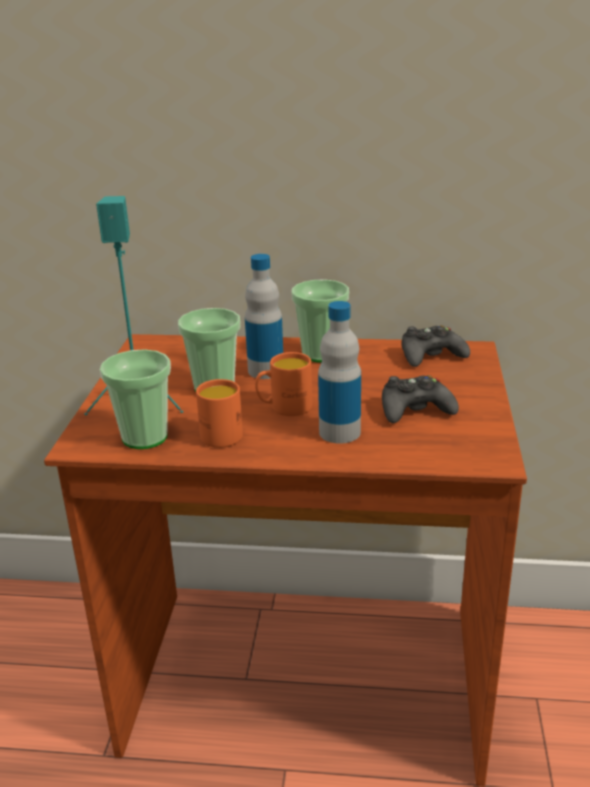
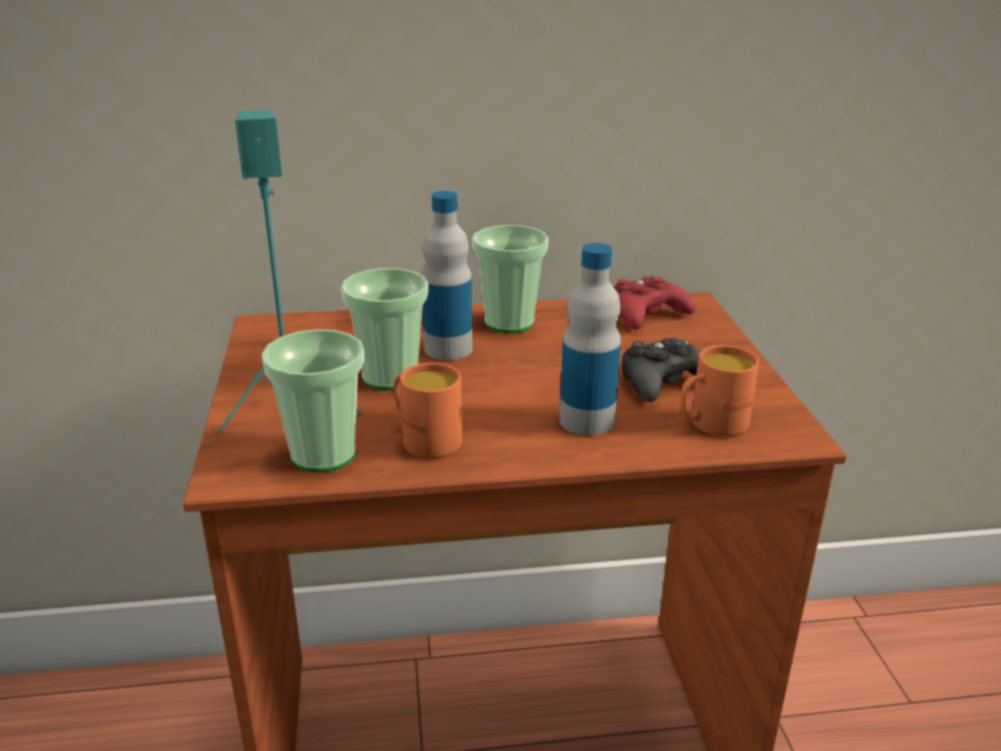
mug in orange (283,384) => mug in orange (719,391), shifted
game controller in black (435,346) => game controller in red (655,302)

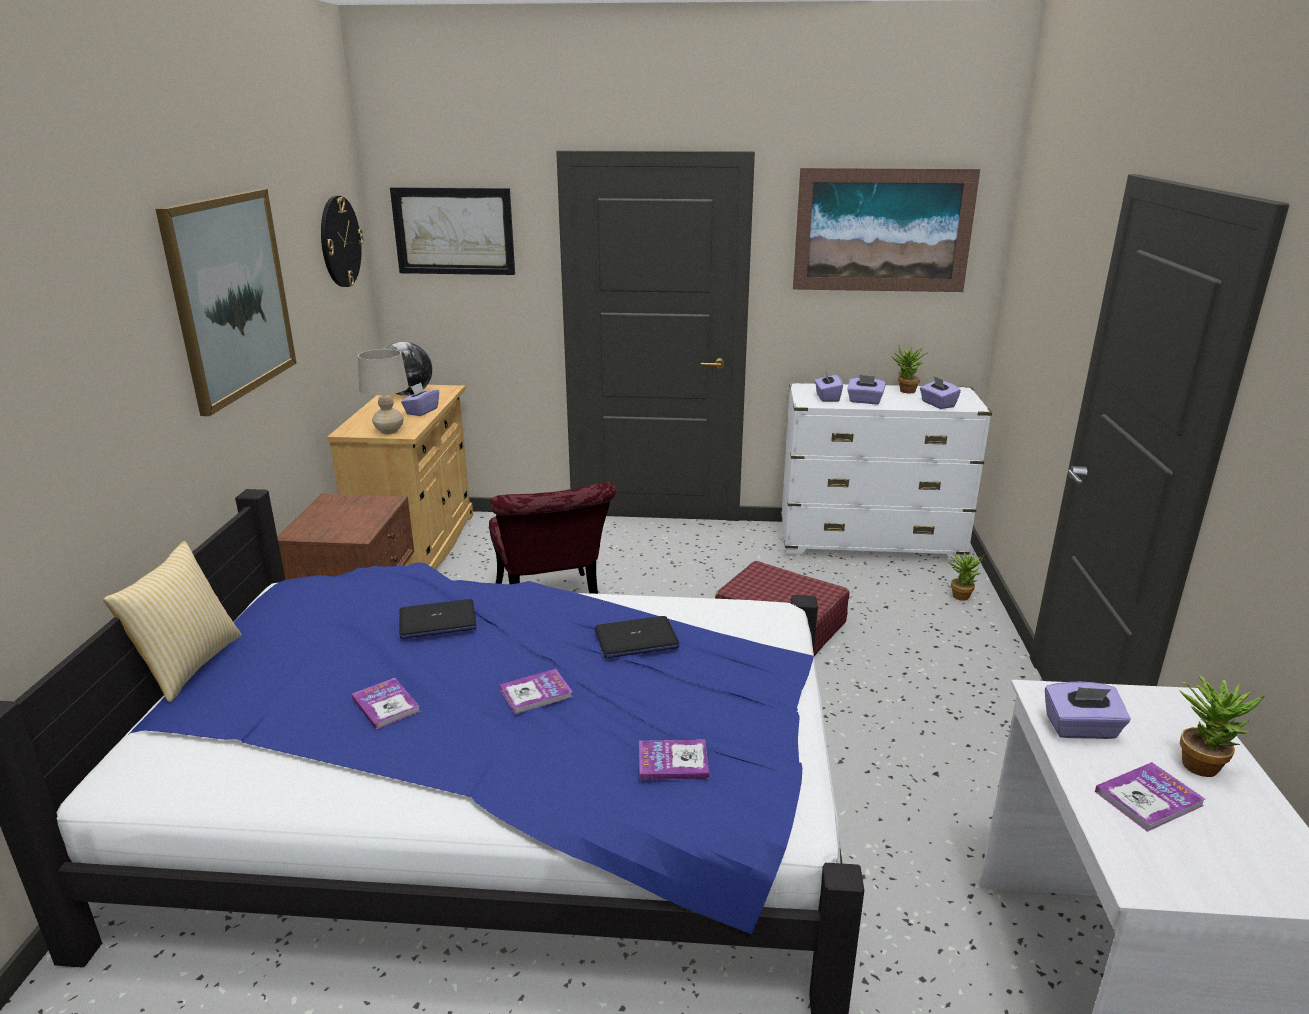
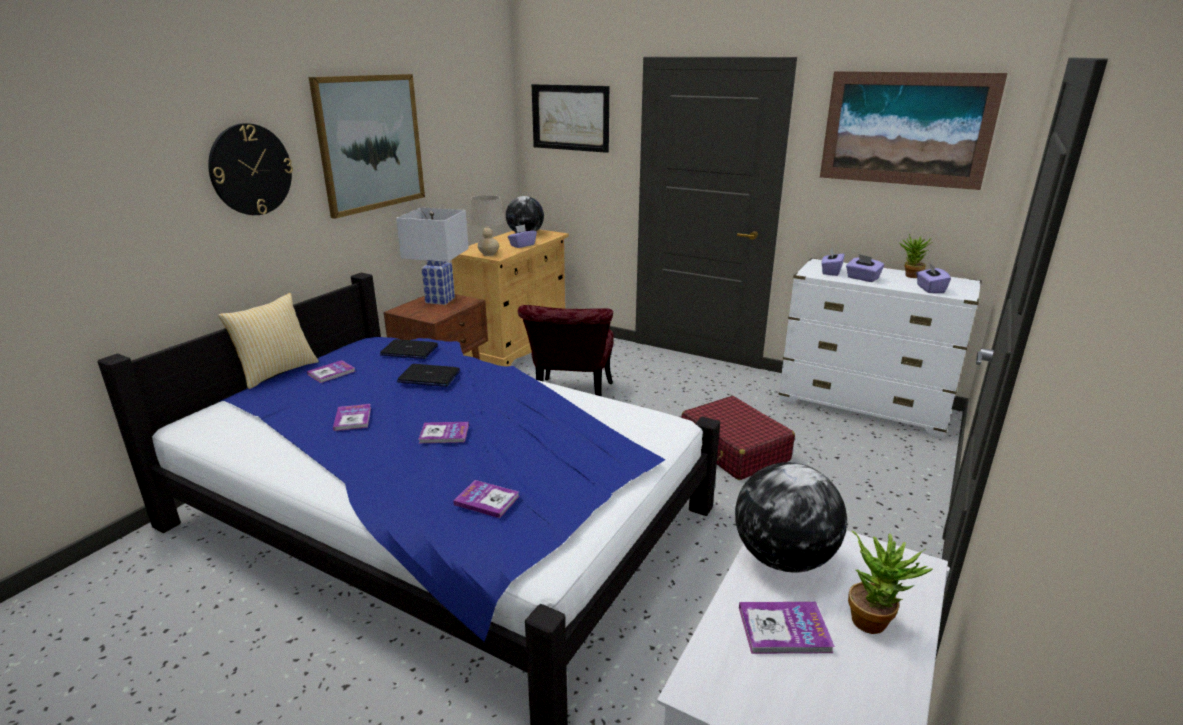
wall clock (342,241) => wall clock (250,169), shifted
laptop (636,637) => laptop (409,349), shifted
potted plant (966,576) => nothing
tissue box in purple (1088,710) => globe (791,517)
nothing => book (331,371)
nothing => table lamp in white (432,256)

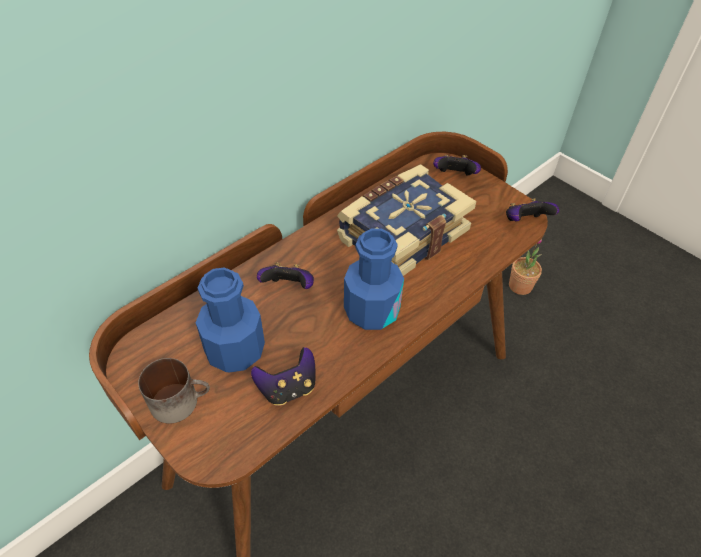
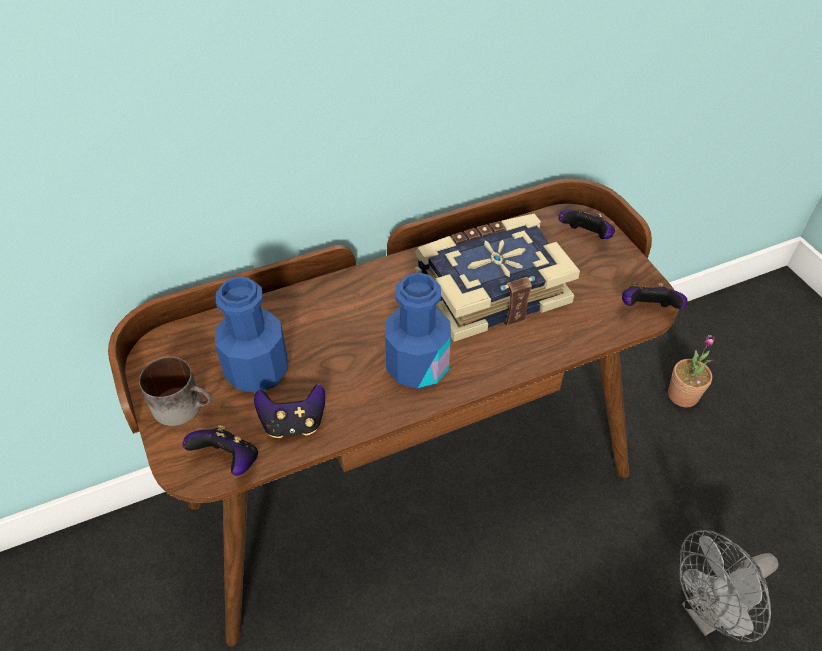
game controller (285,275) => game controller (220,450), shifted
nothing => fan in grey (729,586)

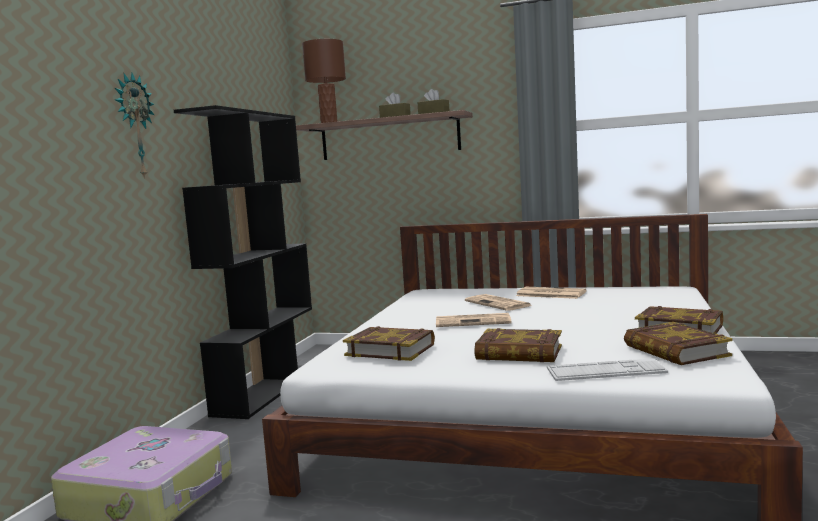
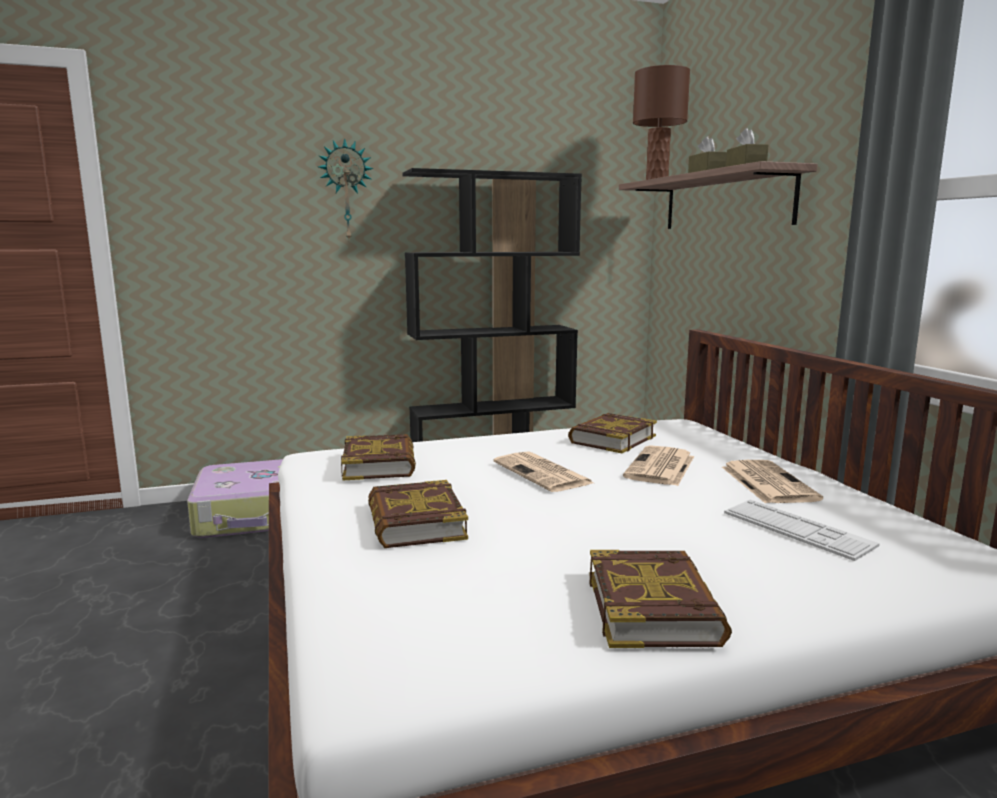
keyboard (607,369) => keyboard (802,530), shifted
book (678,343) => book (612,433), shifted

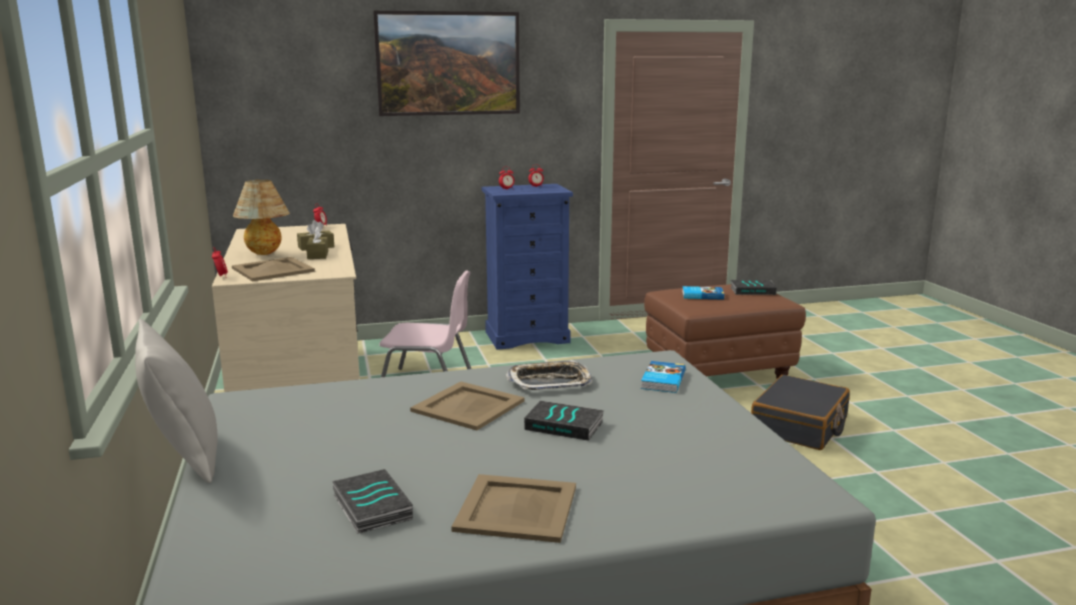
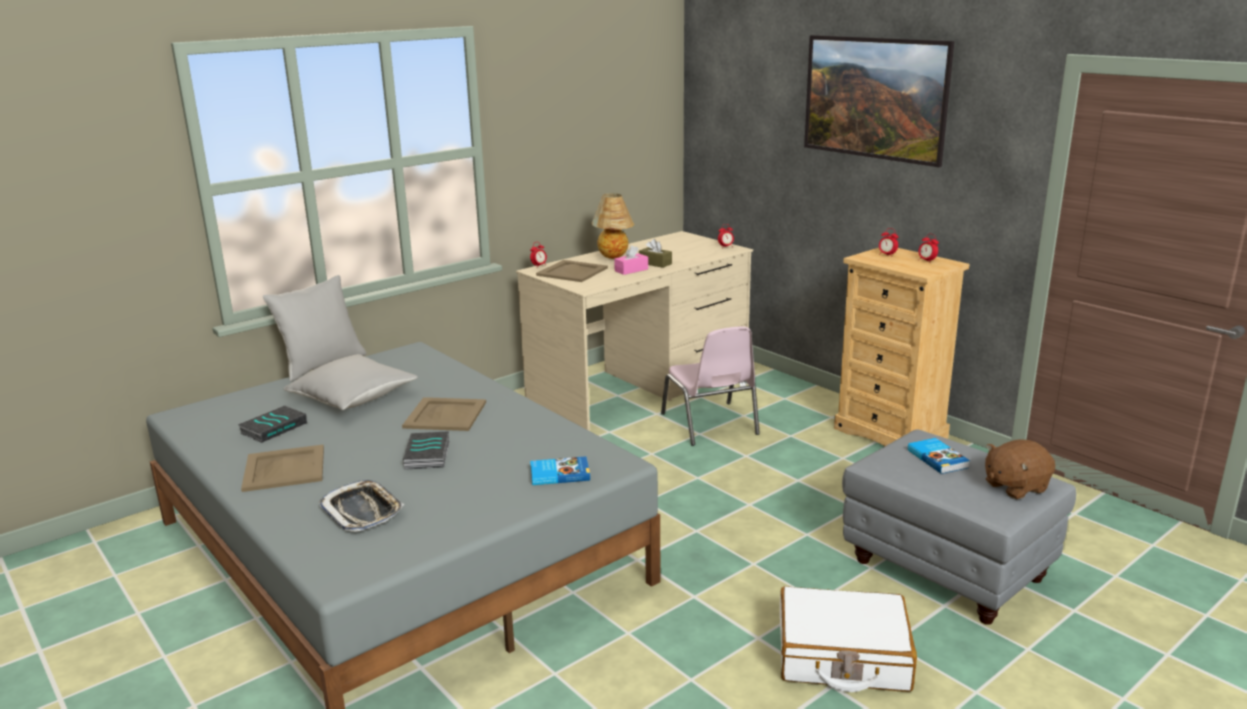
tissue box in brown (317,243) => tissue box in pink (631,260)
dresser in blue (527,267) => dresser in beige (901,347)
tray (549,375) => tray (362,506), shifted
ottoman in brown (725,331) => ottoman in grey (959,527)
book (753,287) => plush toy in brown (1020,469)
suitcase in black (800,412) => suitcase in white (848,639)
nothing => pillow in grey (350,382)

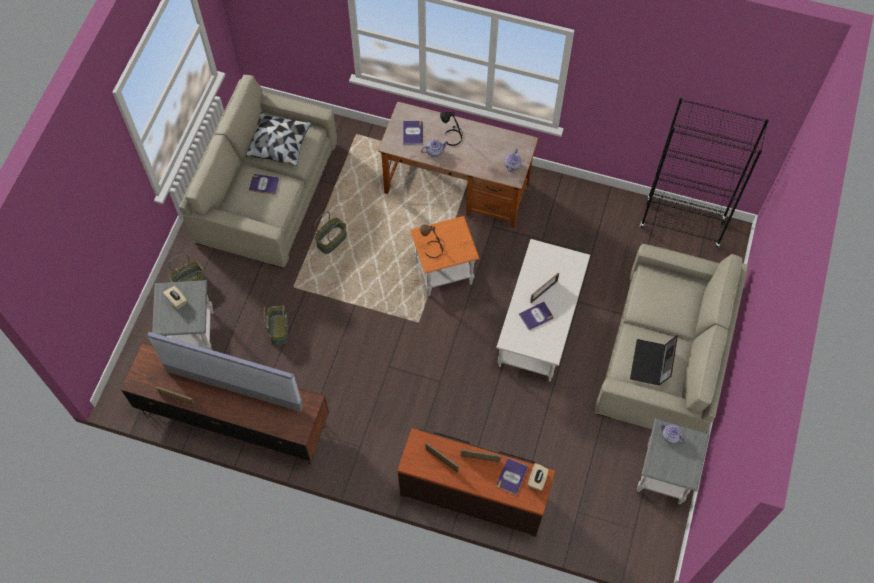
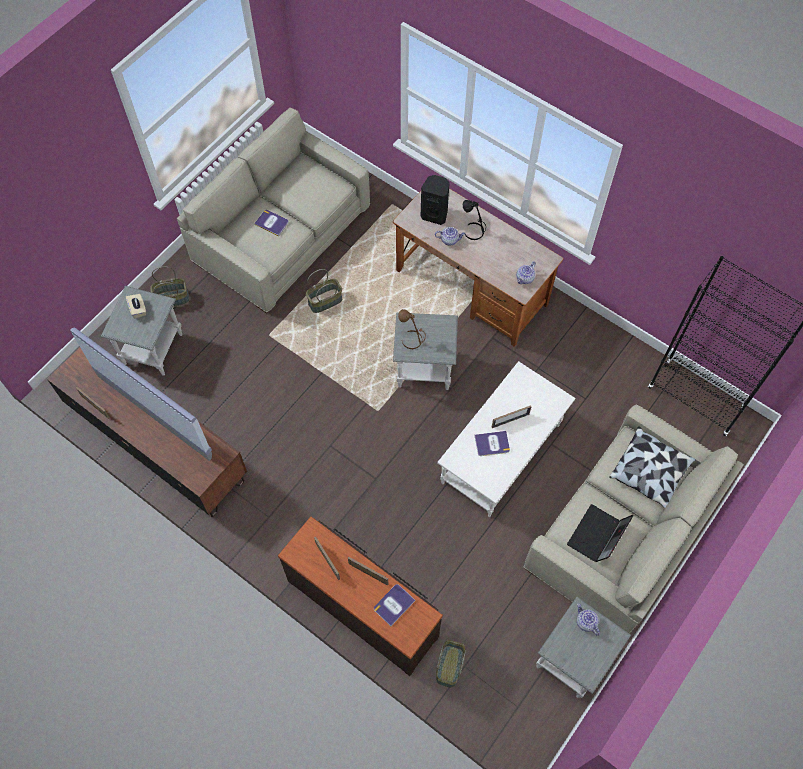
pillow (279,139) => pillow (652,467), shifted
basket (276,325) => basket (451,664), shifted
book (413,133) => speaker in black (435,200)
side table in orange (445,256) => side table in grey (425,351)
tissue box in beige (538,477) => nothing

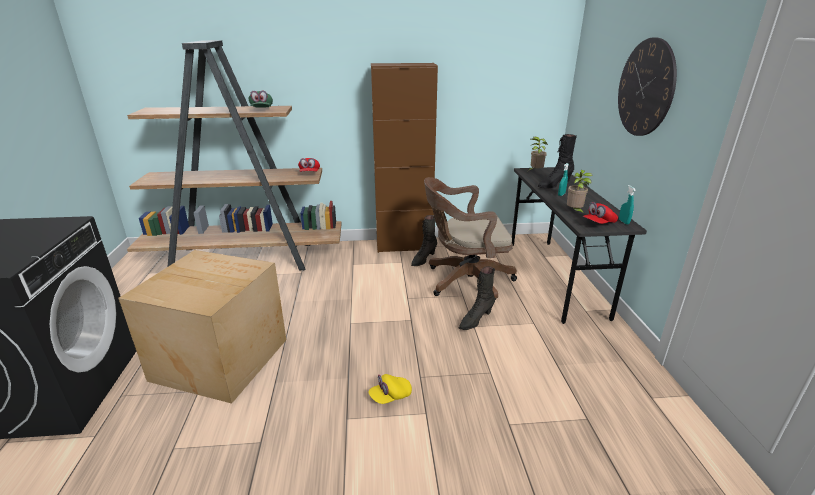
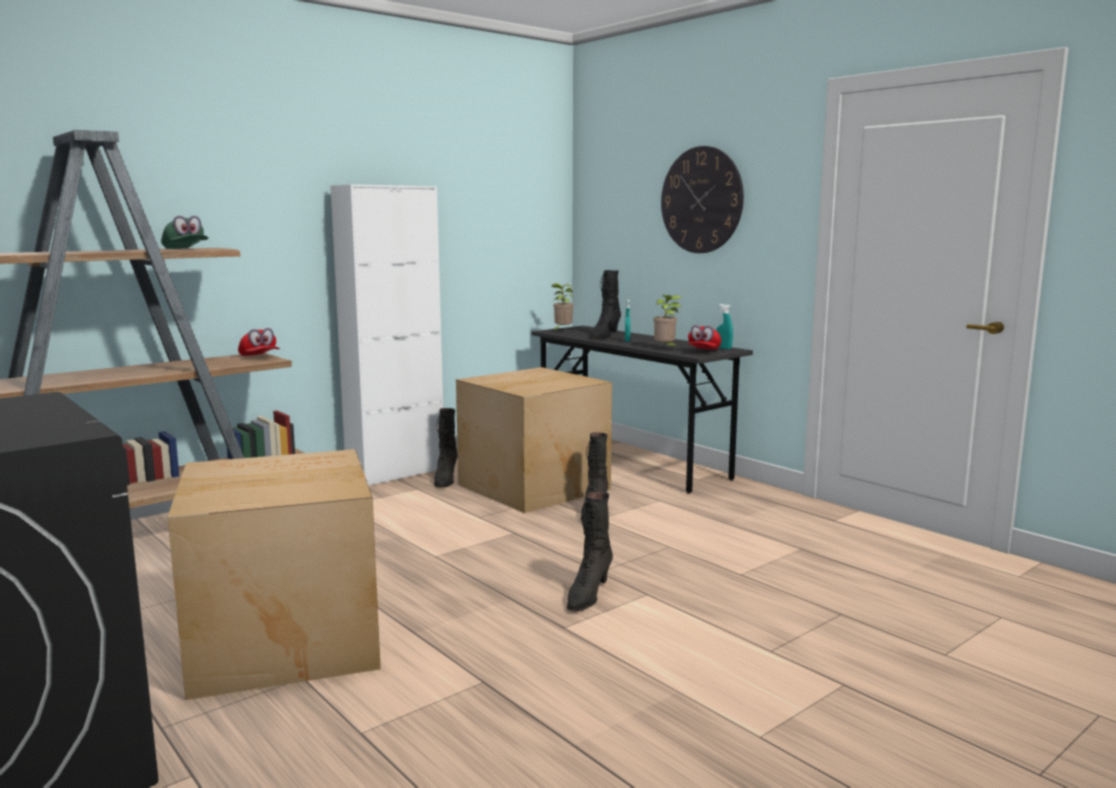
cap in yellow (390,389) => boot in black (590,551)
cabinet in brown (404,158) => cabinet in white (386,334)
office chair in brown (470,238) => cardboard box (534,440)

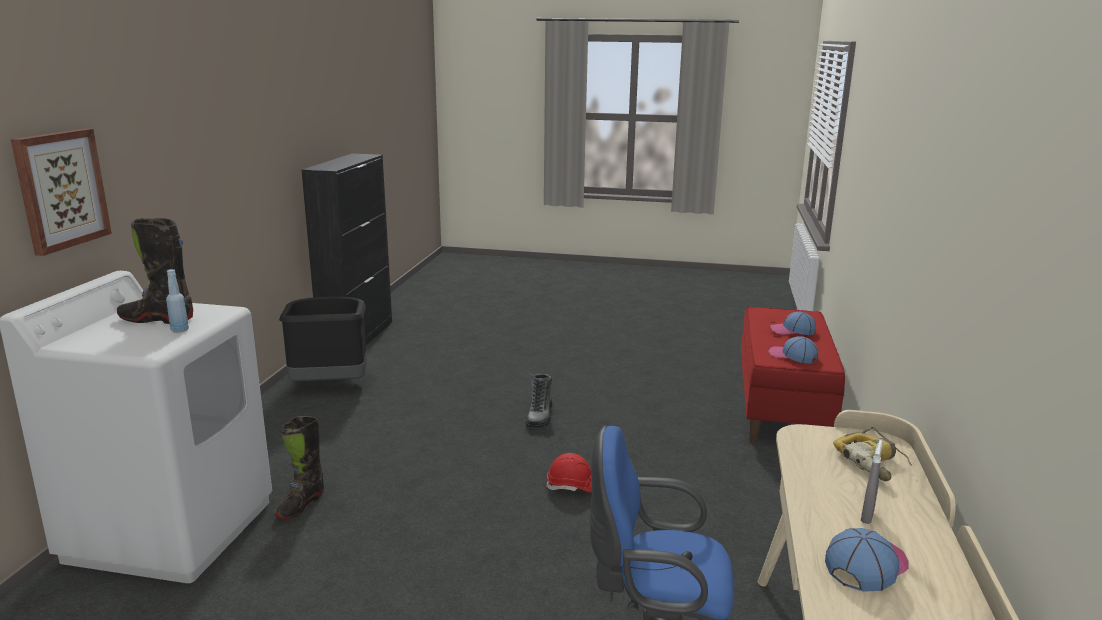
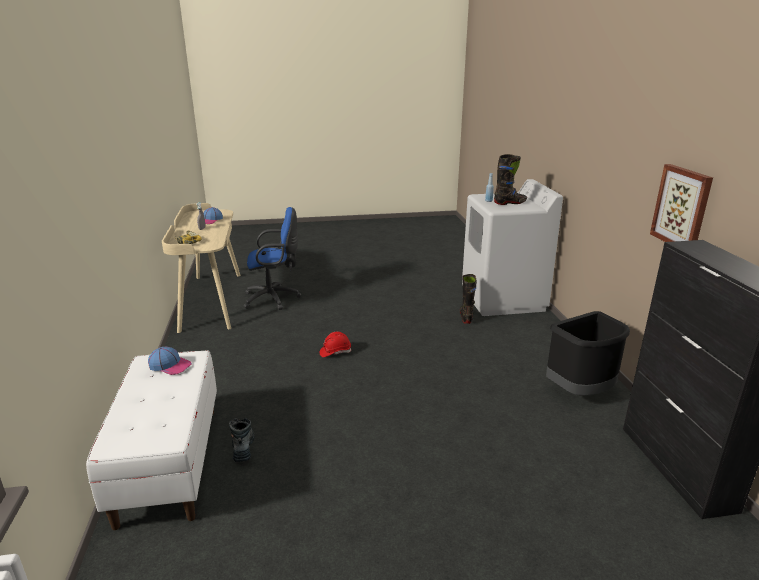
picture (61,192) => picture (681,203), shifted
boot (539,400) => boot (242,440), shifted
bench in red (793,375) => bench in white (151,440)
cap (793,323) => nothing

